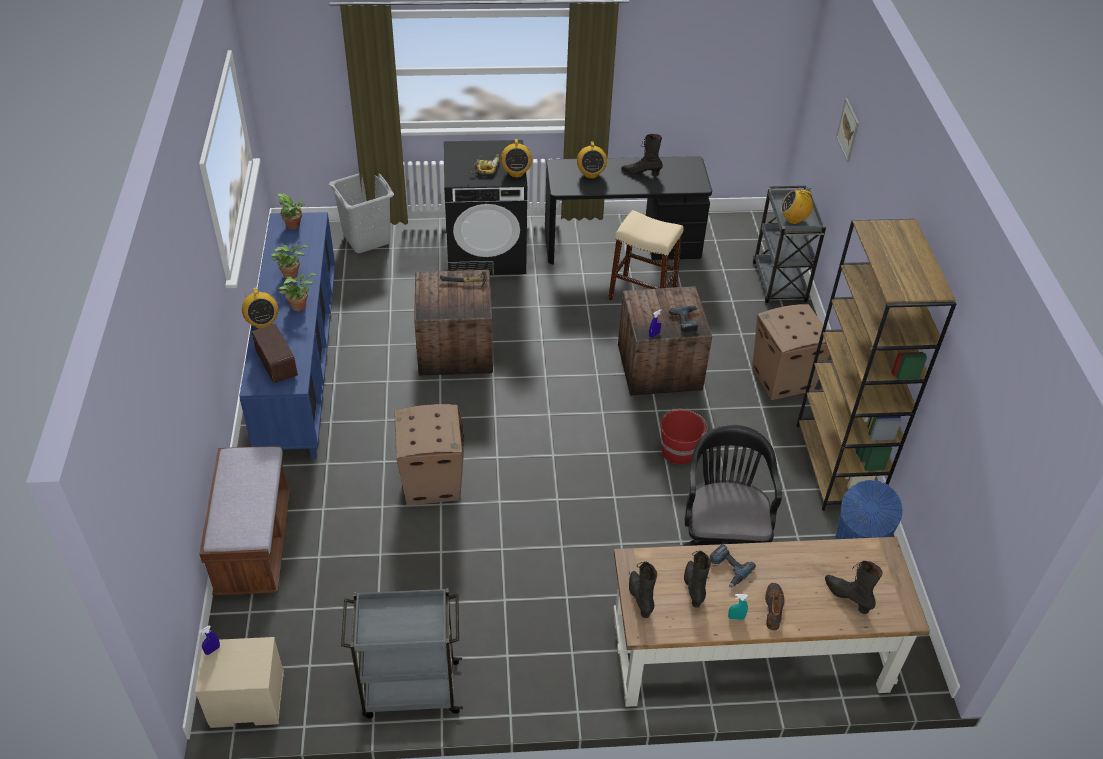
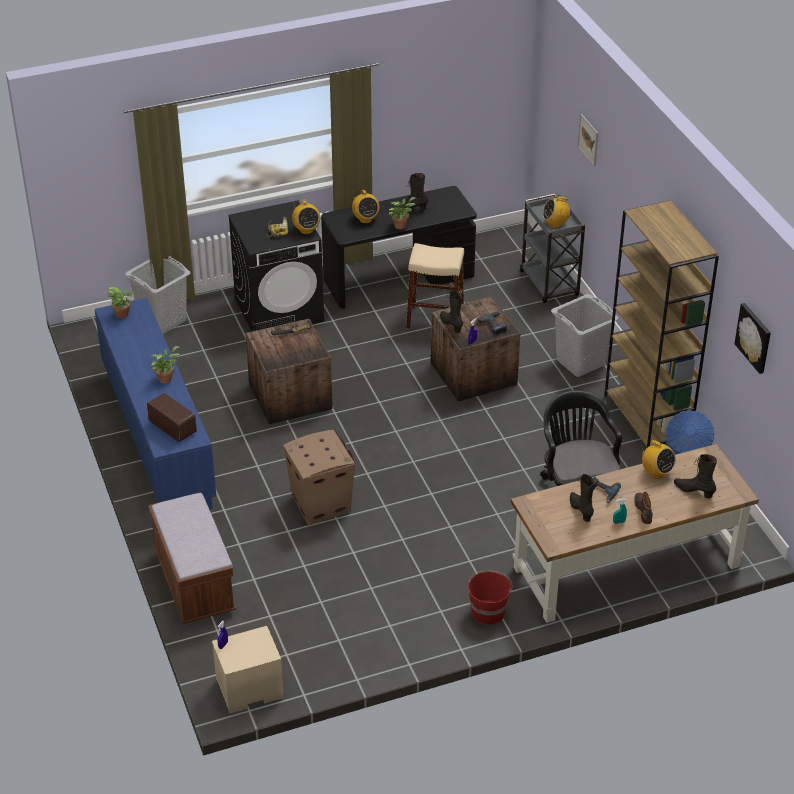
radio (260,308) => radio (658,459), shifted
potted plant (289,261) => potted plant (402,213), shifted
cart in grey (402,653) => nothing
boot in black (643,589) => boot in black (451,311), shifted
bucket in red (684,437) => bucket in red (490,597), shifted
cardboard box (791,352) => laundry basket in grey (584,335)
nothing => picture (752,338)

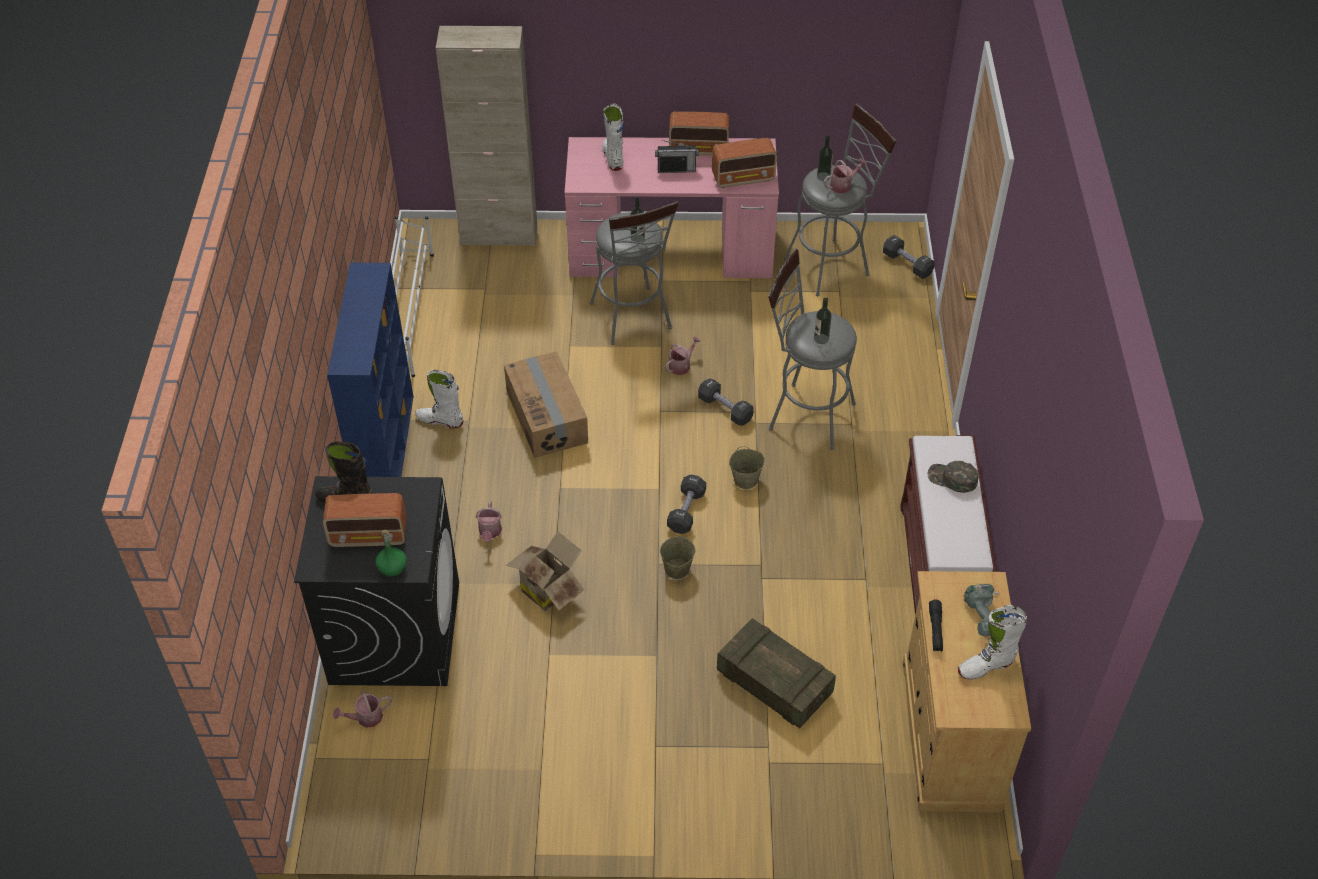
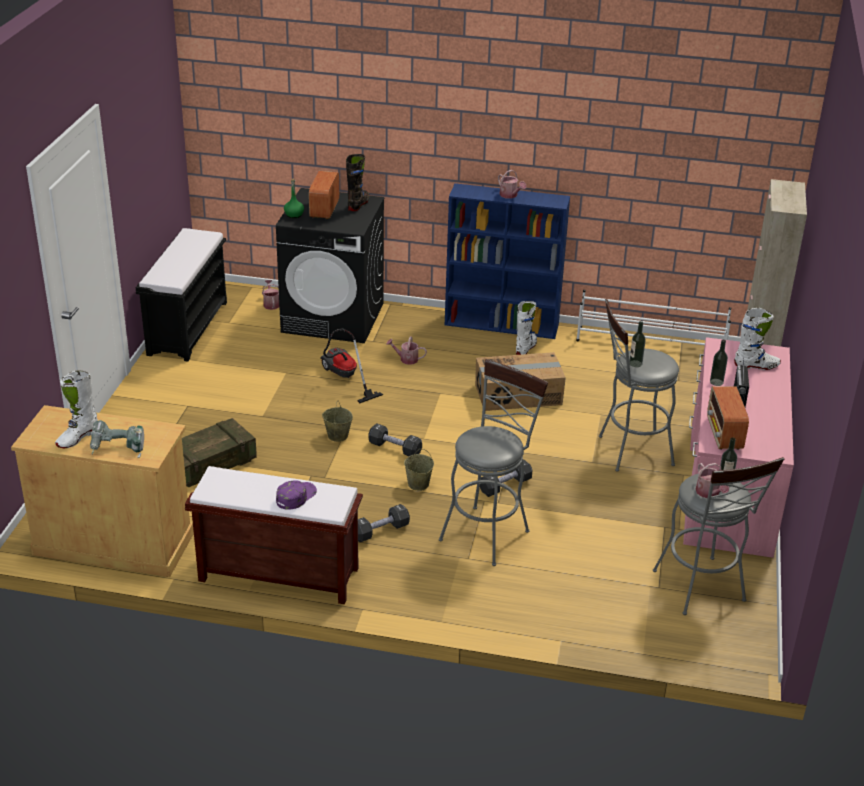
cardboard box (545,571) => vacuum cleaner (351,365)
watering can (683,355) => watering can (512,184), shifted
radio (699,133) => nothing
bottle (823,320) => bottle (719,362), shifted
dumbbell in black (909,257) => dumbbell in black (384,523), shifted
cap in green (953,477) => cap in purple (296,495)
flashlight in black (936,626) => nothing
boot in white (992,642) => boot in white (76,409), 135 degrees counterclockwise
nothing => bench in black (181,295)

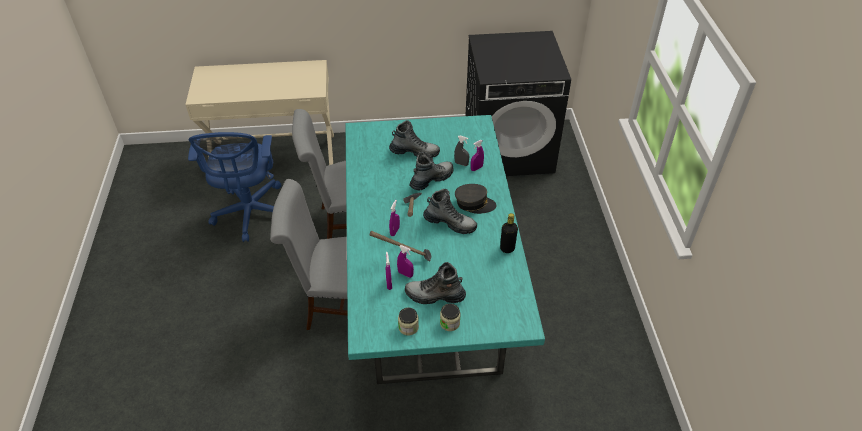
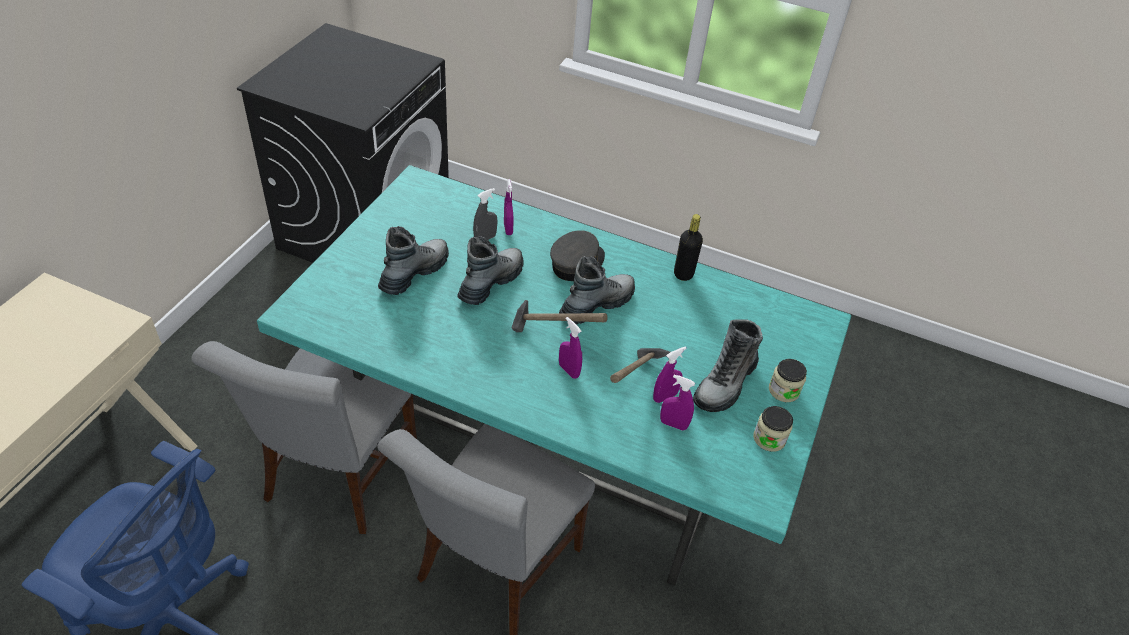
boot (431,171) => boot (491,270), 45 degrees clockwise

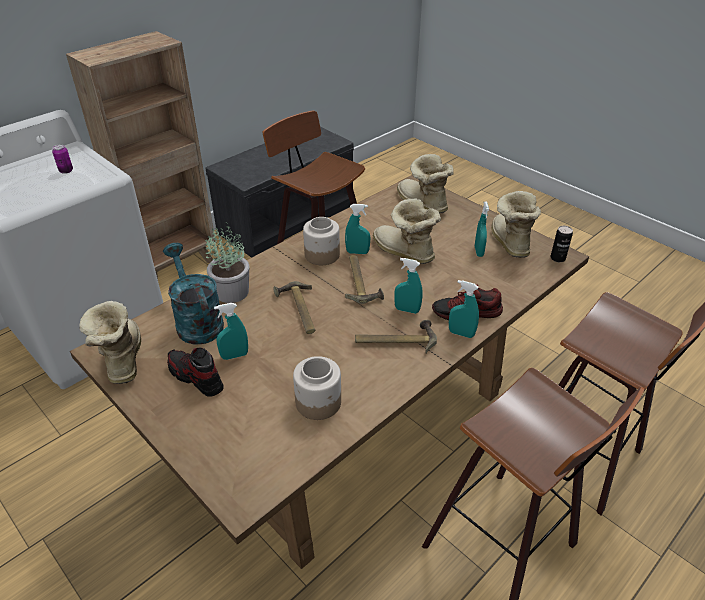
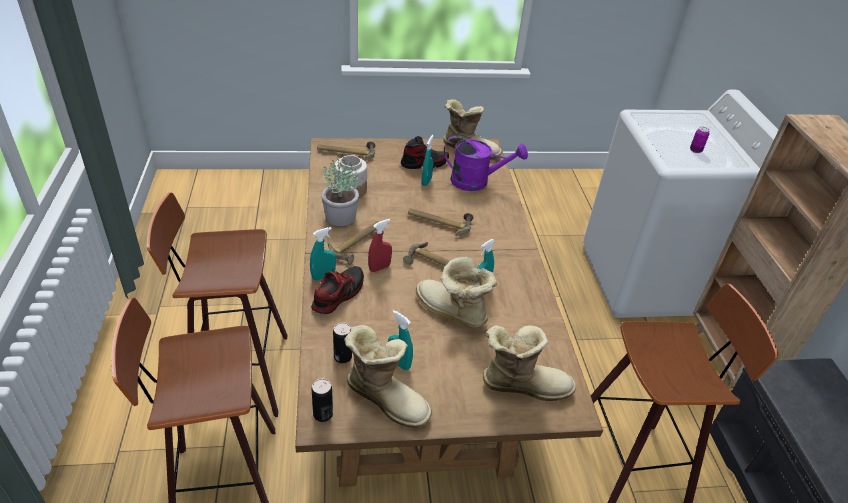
watering can in turquoise (193,294) => watering can in purple (486,163)
potted plant (227,262) => potted plant (340,192), shifted
jar (321,241) => nothing
boot (407,231) => boot (456,292), 135 degrees counterclockwise
spray bottle in turquoise (408,286) => spray bottle in red (380,245)
nothing => hammer (346,151)
nothing => can (342,342)

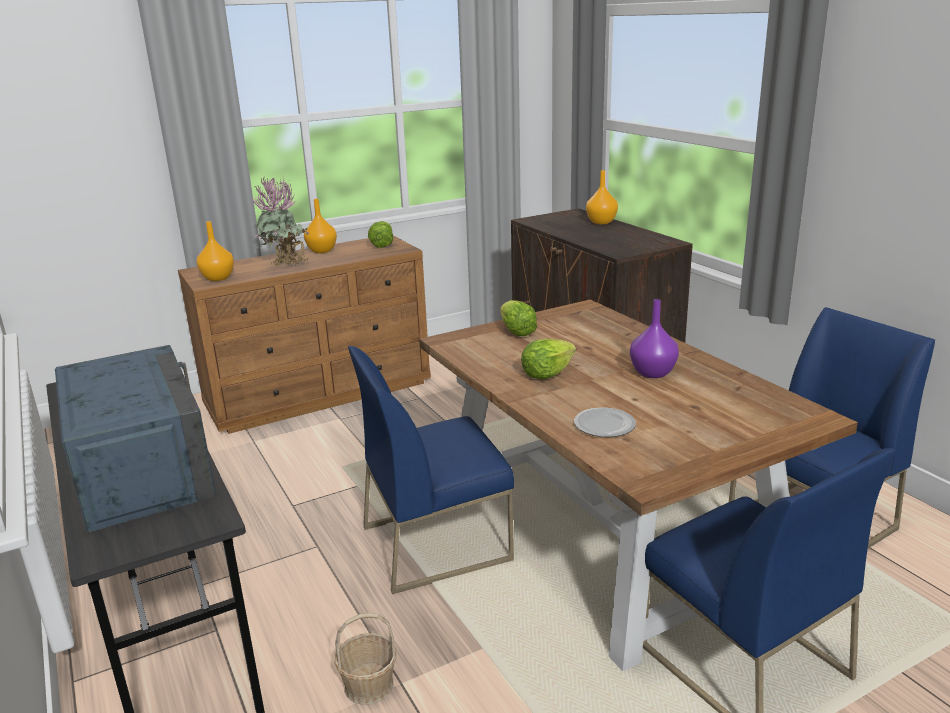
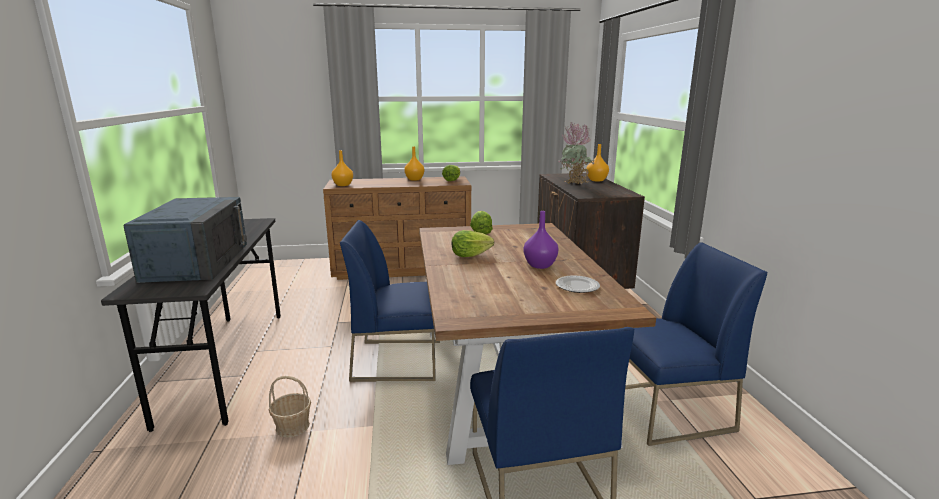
potted plant (280,221) => potted plant (577,153), shifted
plate (605,422) => plate (578,284), shifted

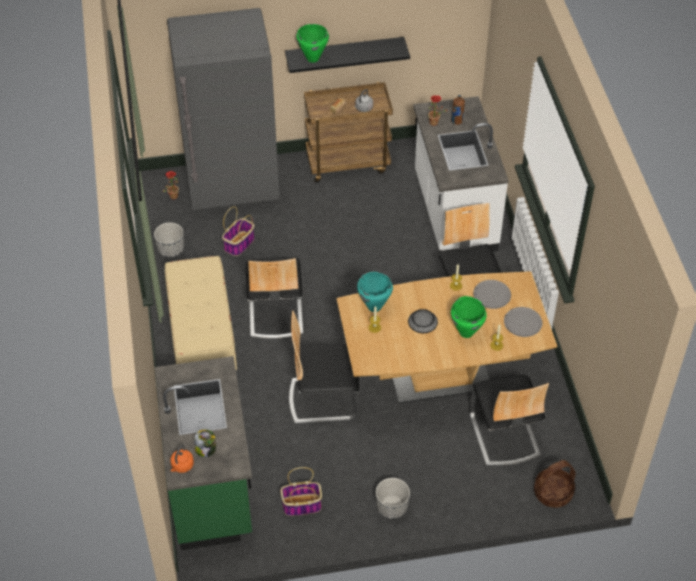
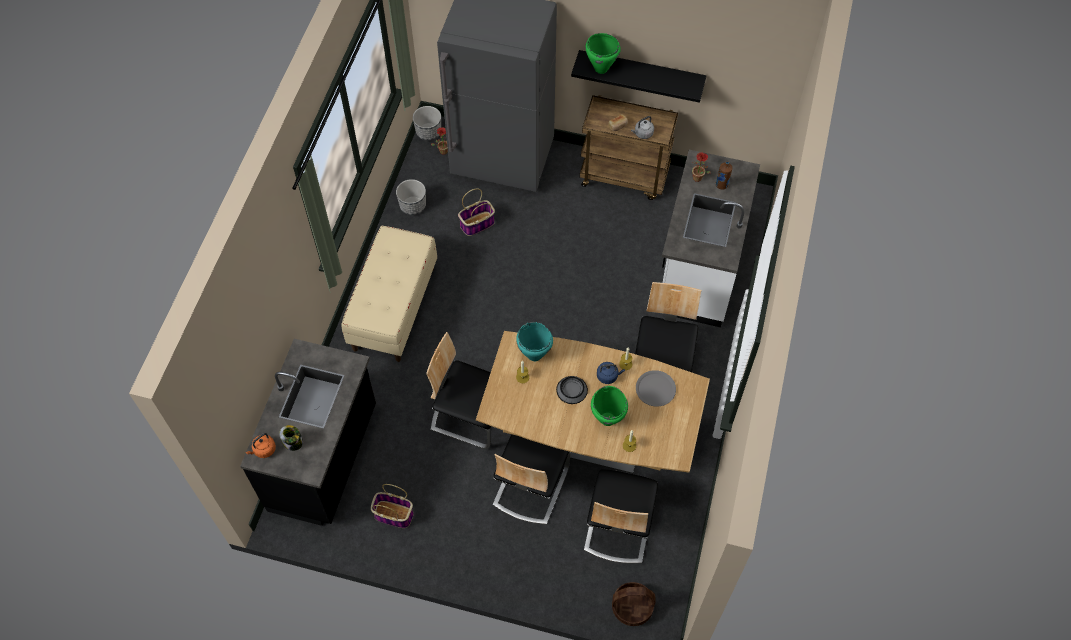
counter in green (203,453) => counter in black (308,432)
chair (274,298) => chair (532,479), shifted
planter (393,498) => planter (427,123), shifted
plate in grey (523,322) => nothing
nothing => kettle in blue (611,373)

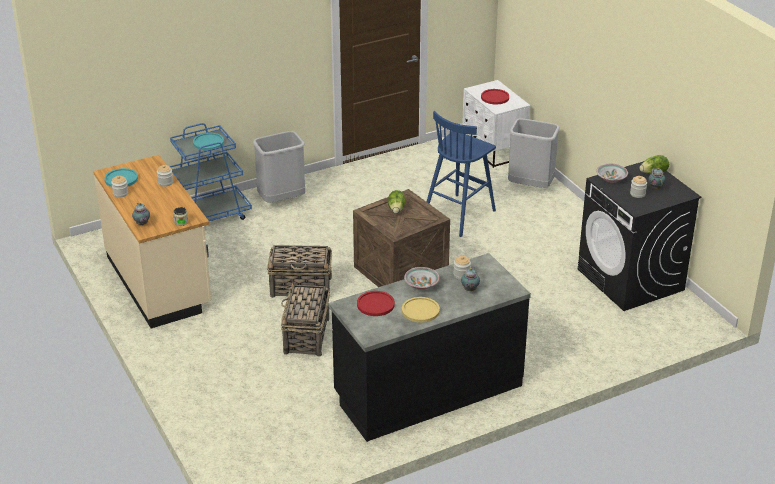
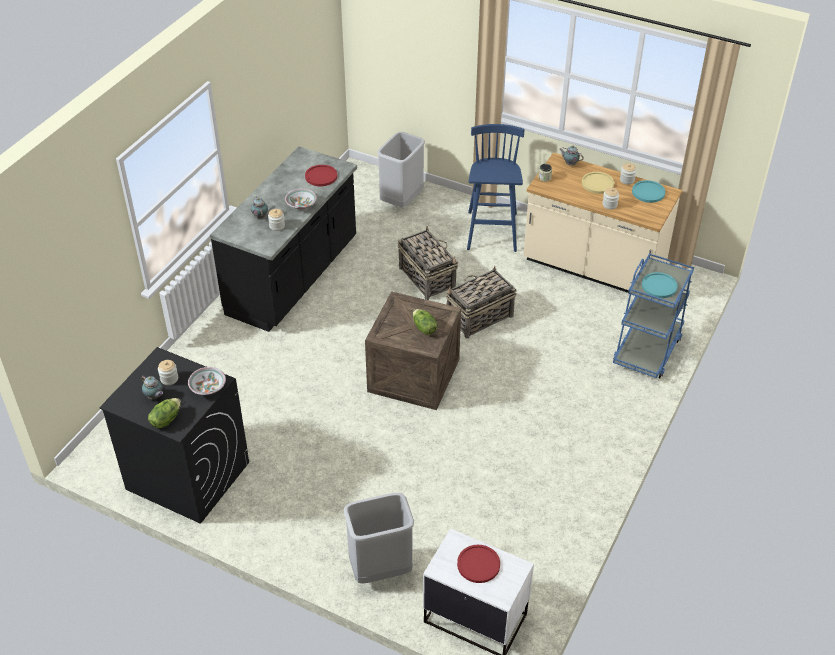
trash can in grey (279,167) => trash can in grey (401,169), shifted
plate in yellow (421,310) => plate in yellow (598,183), shifted
stool in blue (461,174) => stool in blue (495,188), shifted

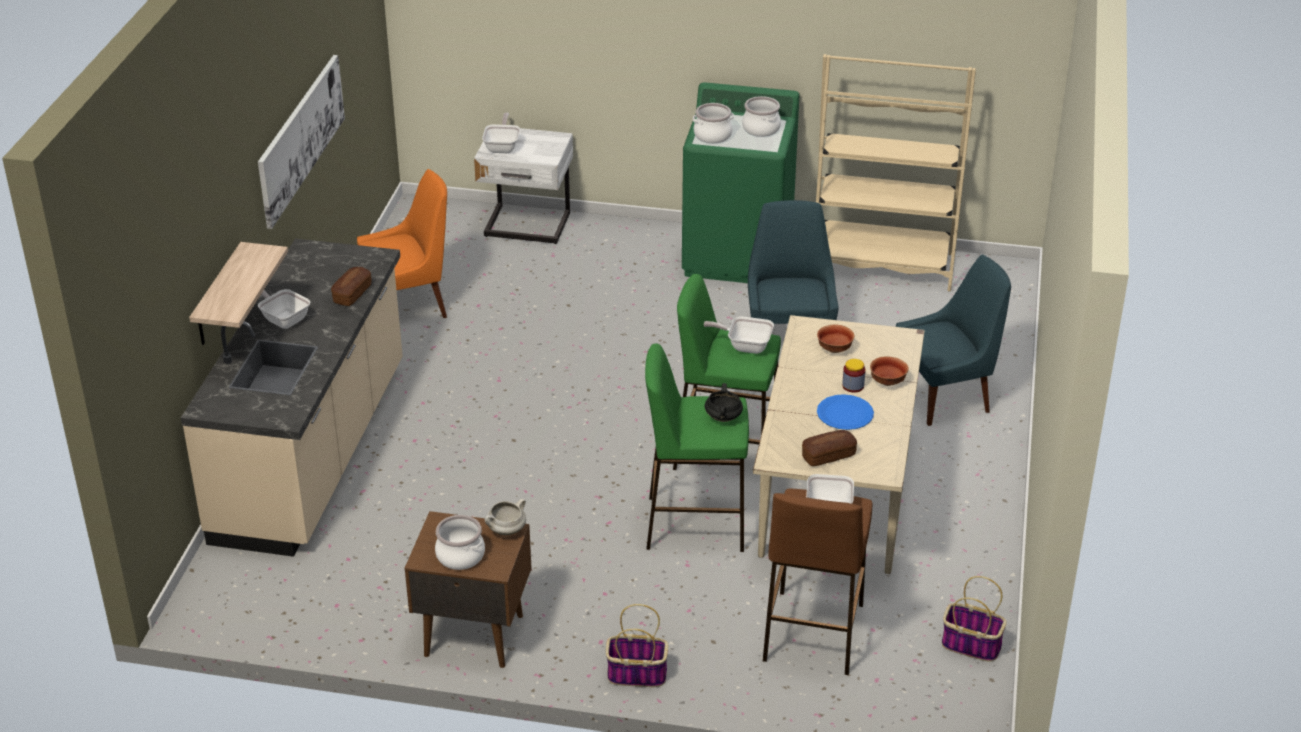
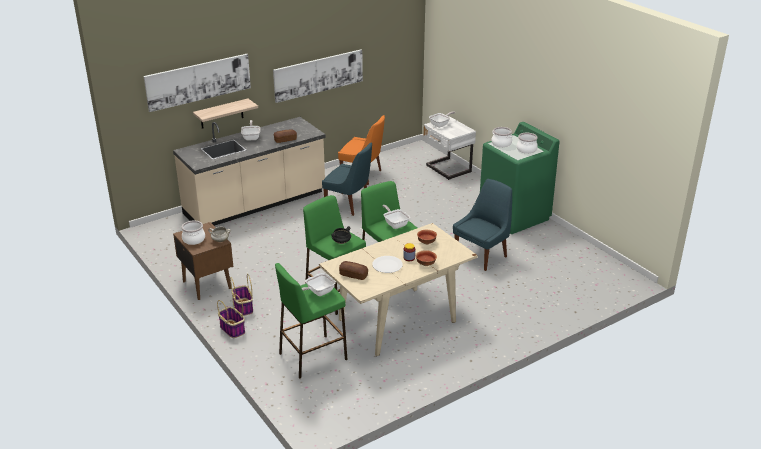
stool in brown (817,582) => stool in green (311,321)
bookcase in beige (896,173) => nothing
plate in blue (845,412) => plate in white (387,264)
chair in blue (953,340) => chair in blue (347,179), shifted
basket (974,619) => basket (241,295), shifted
nothing => picture (197,83)

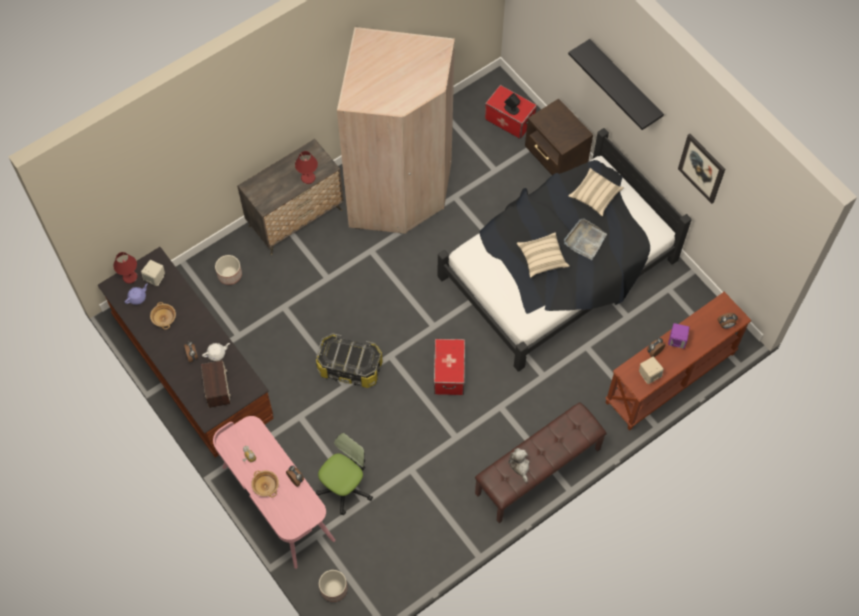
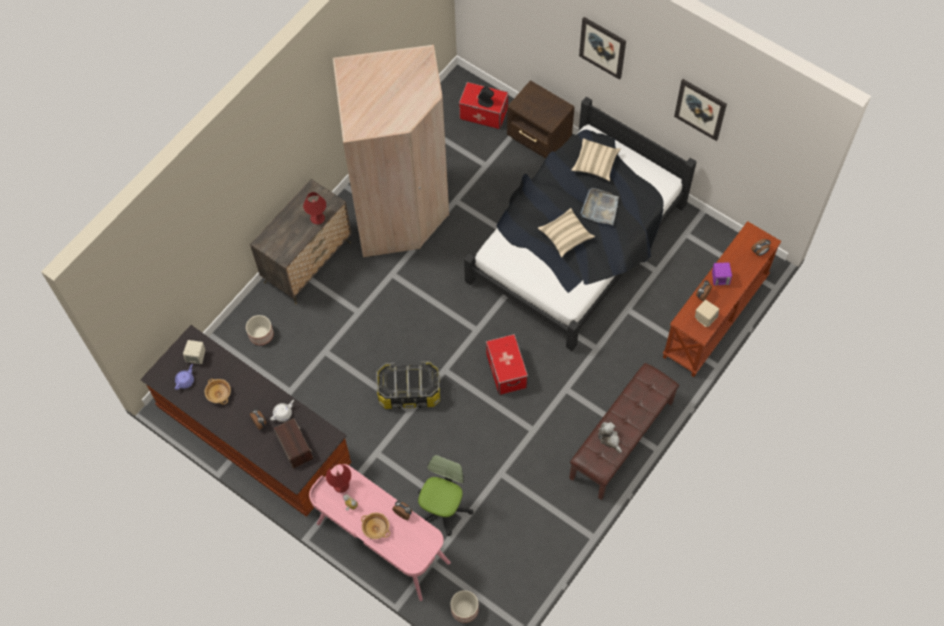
table lamp in red (125,268) => table lamp in red (338,478), shifted
shelf in black (616,84) => picture (602,48)

